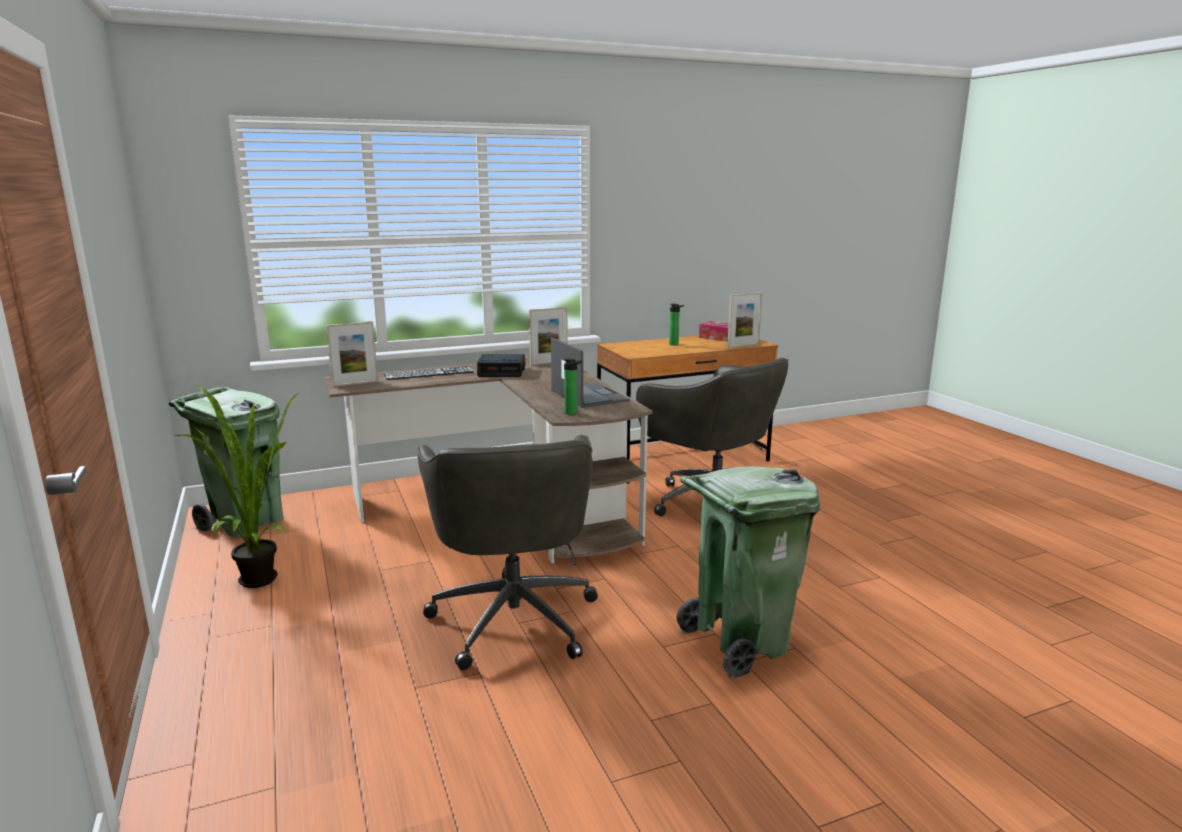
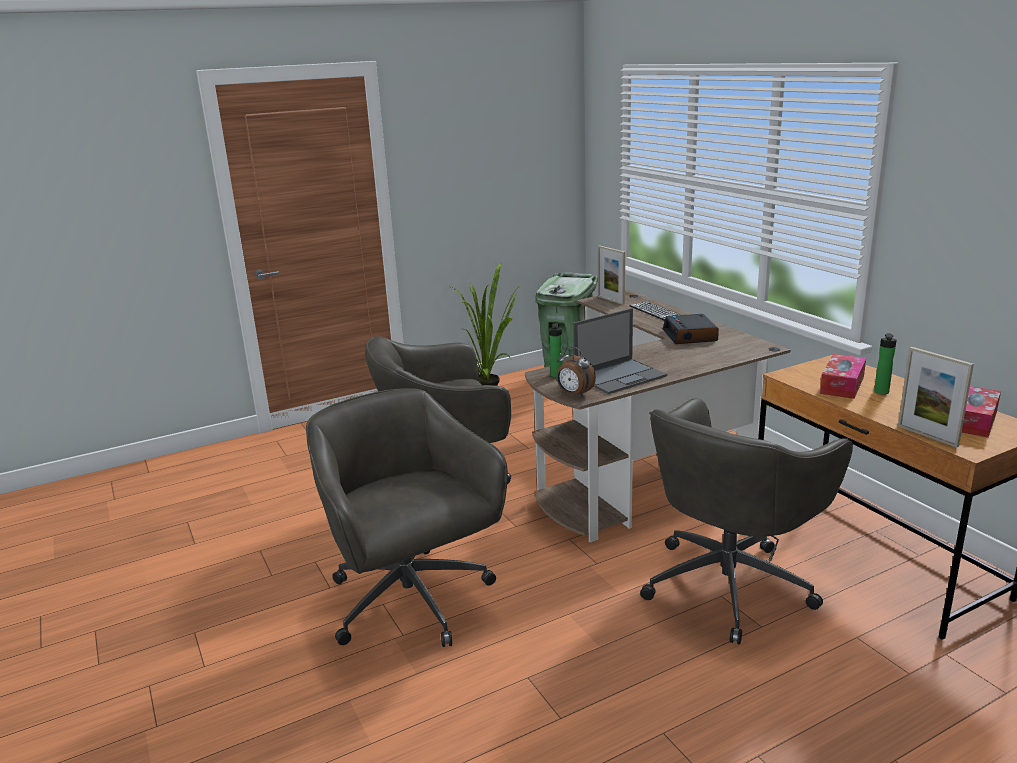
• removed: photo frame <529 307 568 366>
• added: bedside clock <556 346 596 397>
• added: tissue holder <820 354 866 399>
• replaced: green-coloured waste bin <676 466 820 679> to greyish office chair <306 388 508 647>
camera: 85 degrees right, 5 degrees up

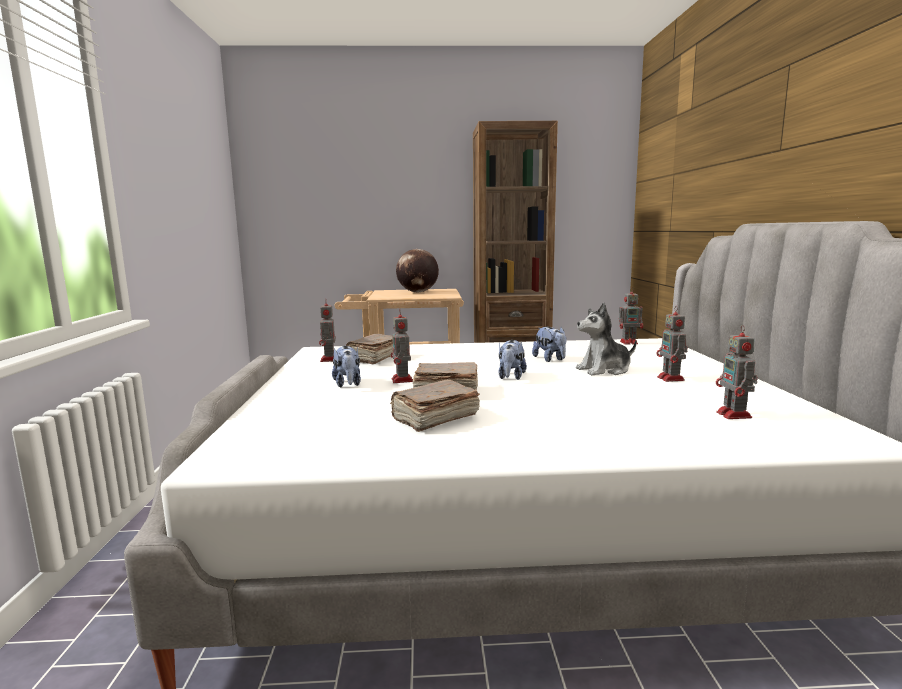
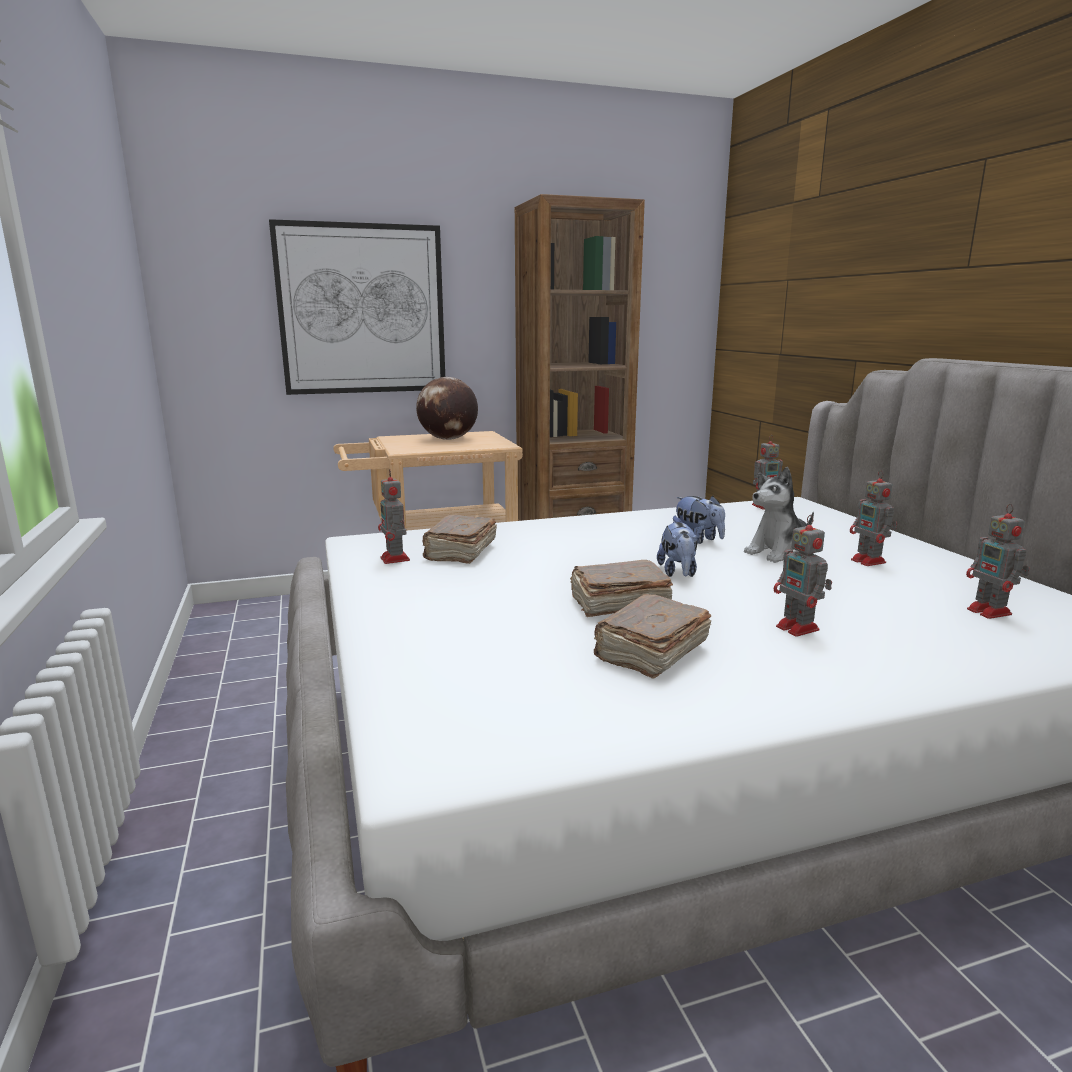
• removed: plush toy <332 346 361 388>
• added: wall picture <269 219 445 395>
• moved: model robot <391 311 413 383> to <774 515 832 637>
camera: 15 degrees left, 5 degrees up

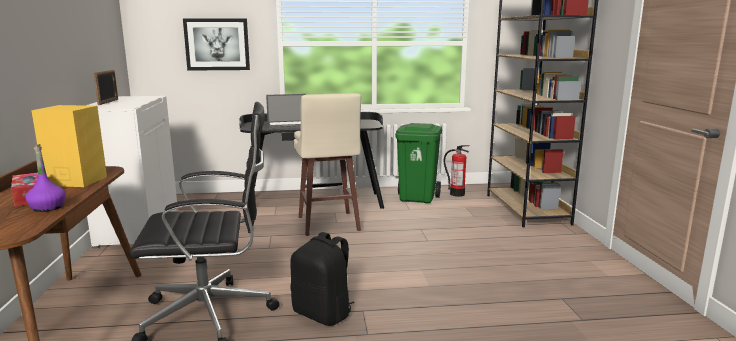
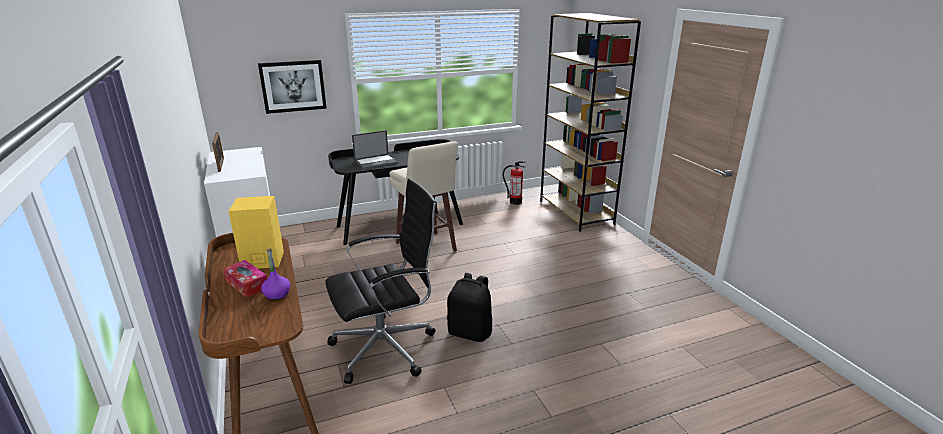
• removed: green-coloured waste bin <395 123 442 203>
camera: 15 degrees left, 10 degrees up

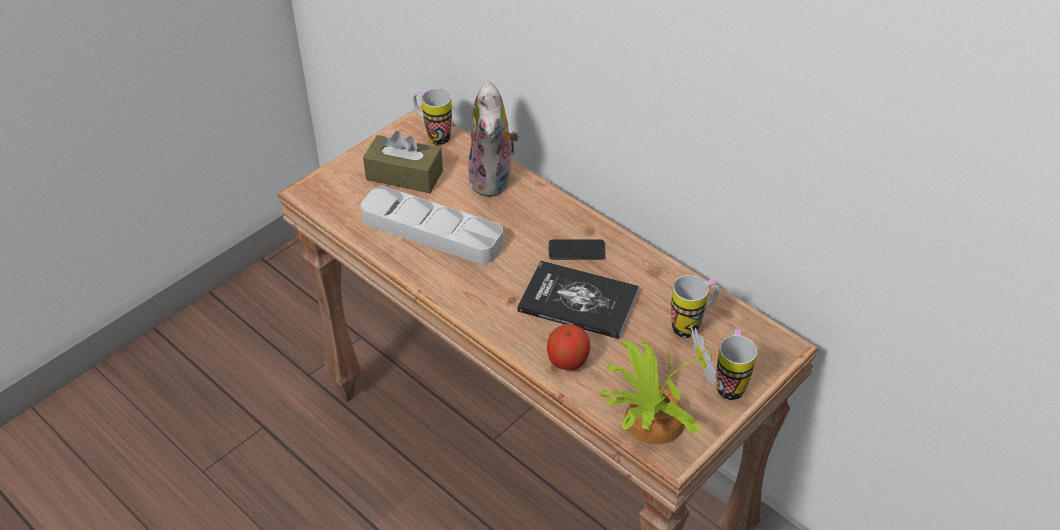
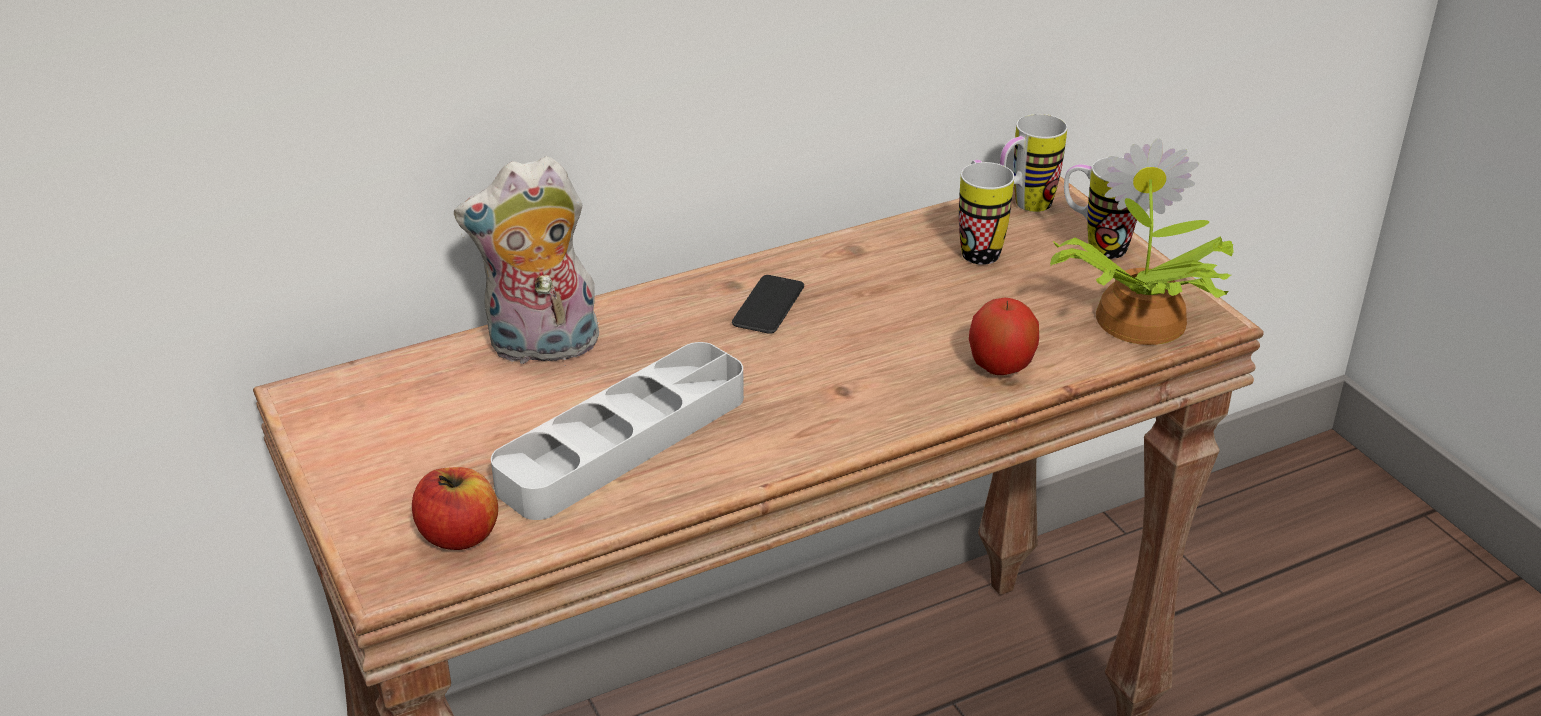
• removed: brown tissue holder <363 131 443 193>
• removed: book <517 261 639 339>
• added: whole apple <412 467 498 550>
• moved: coffee mug <413 89 452 145> to <1000 114 1067 212>
• turned: plush toy <468 81 519 197> = <454 156 599 366> 150 degrees clockwise
camera: 70 degrees left, 10 degrees down

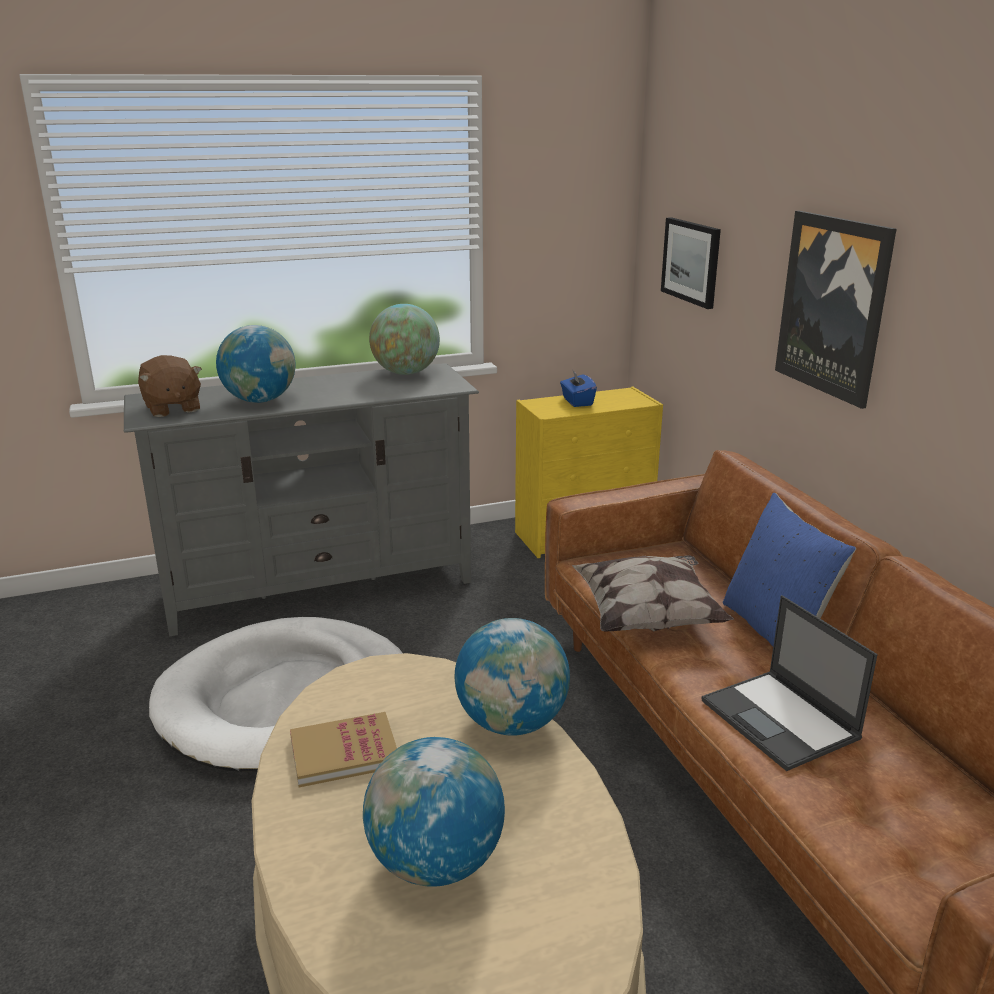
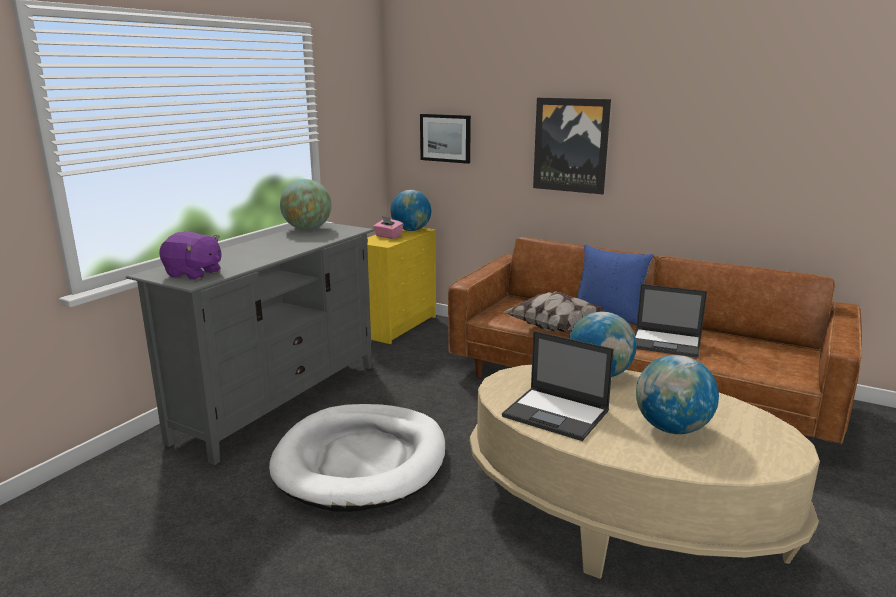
• moved: world globe <216 325 295 403> to <390 190 432 231>
• replaced: book <290 712 397 787> to laptop <502 331 614 441>
• recoloured: brown plush toy <138 355 202 417> to purple-coloured plush toy <159 232 221 280>
• recoloured: blue tissue holder <560 369 597 407> to pinkish tissue holder <373 216 403 239>
camera: 40 degrees left, 5 degrees down

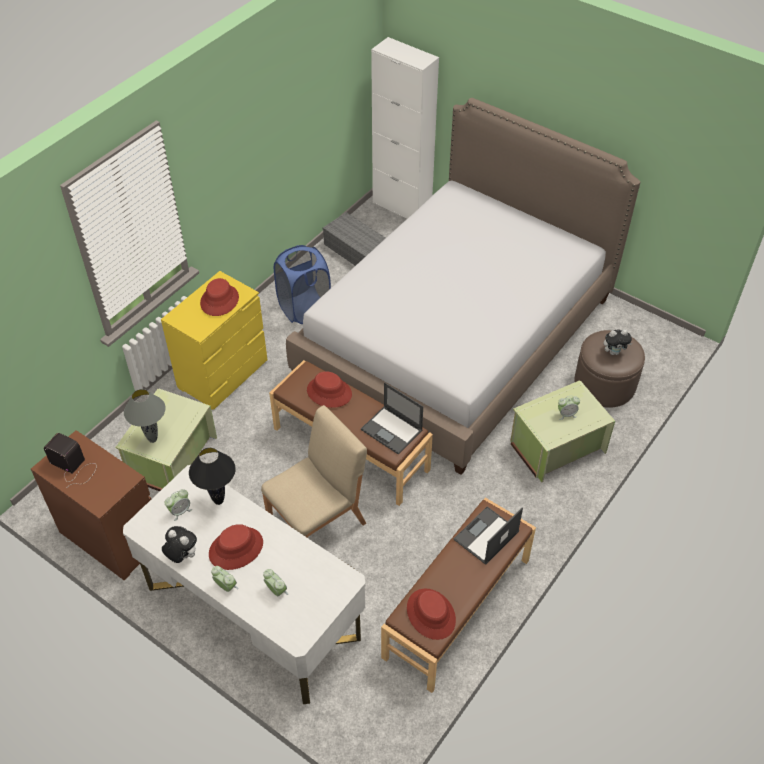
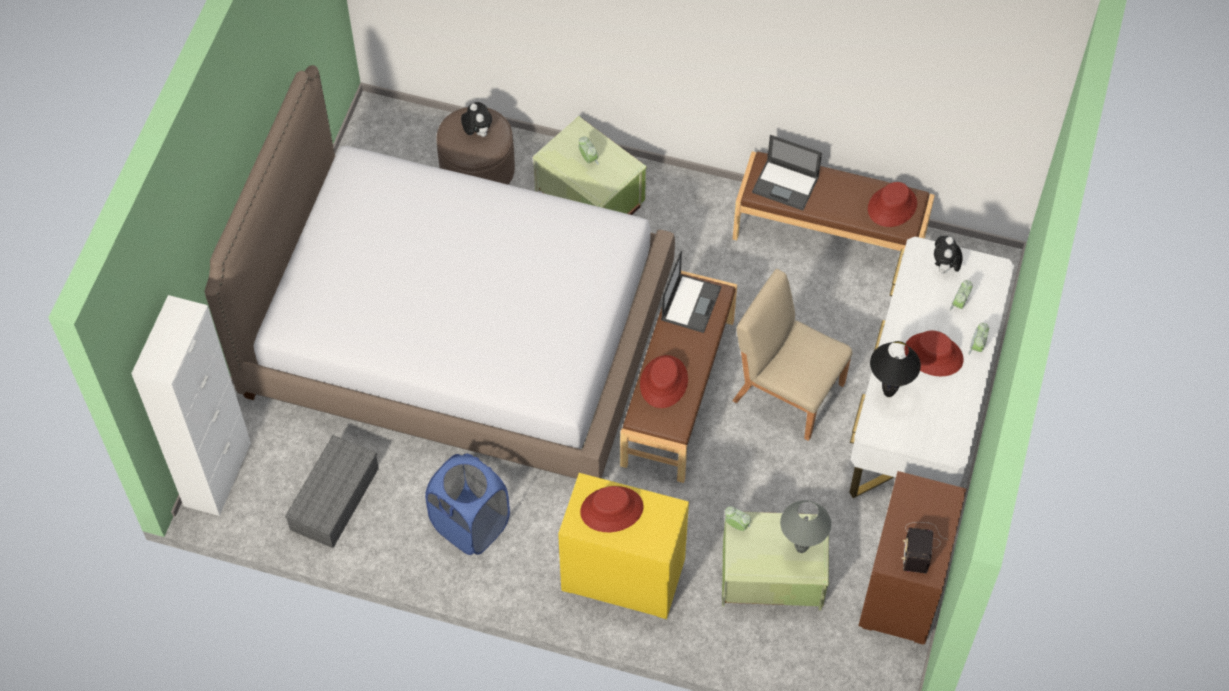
• moved: plush toy <162 526 197 563> to <934 236 963 276>
• moved: bedside clock <165 489 192 521> to <725 506 751 531>
camera: 110 degrees left, 10 degrees up

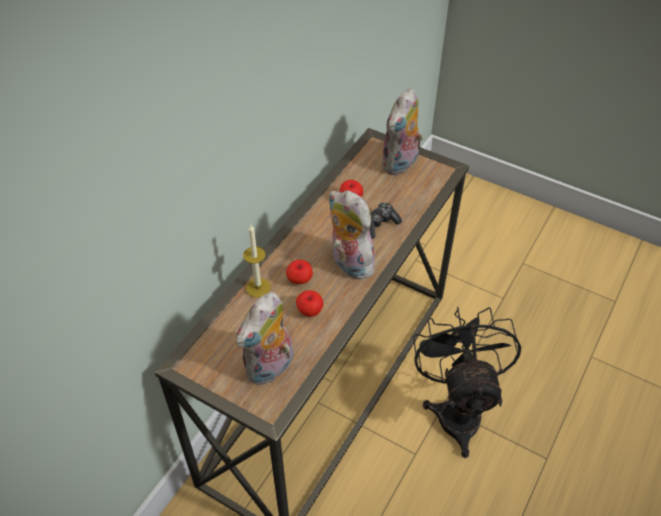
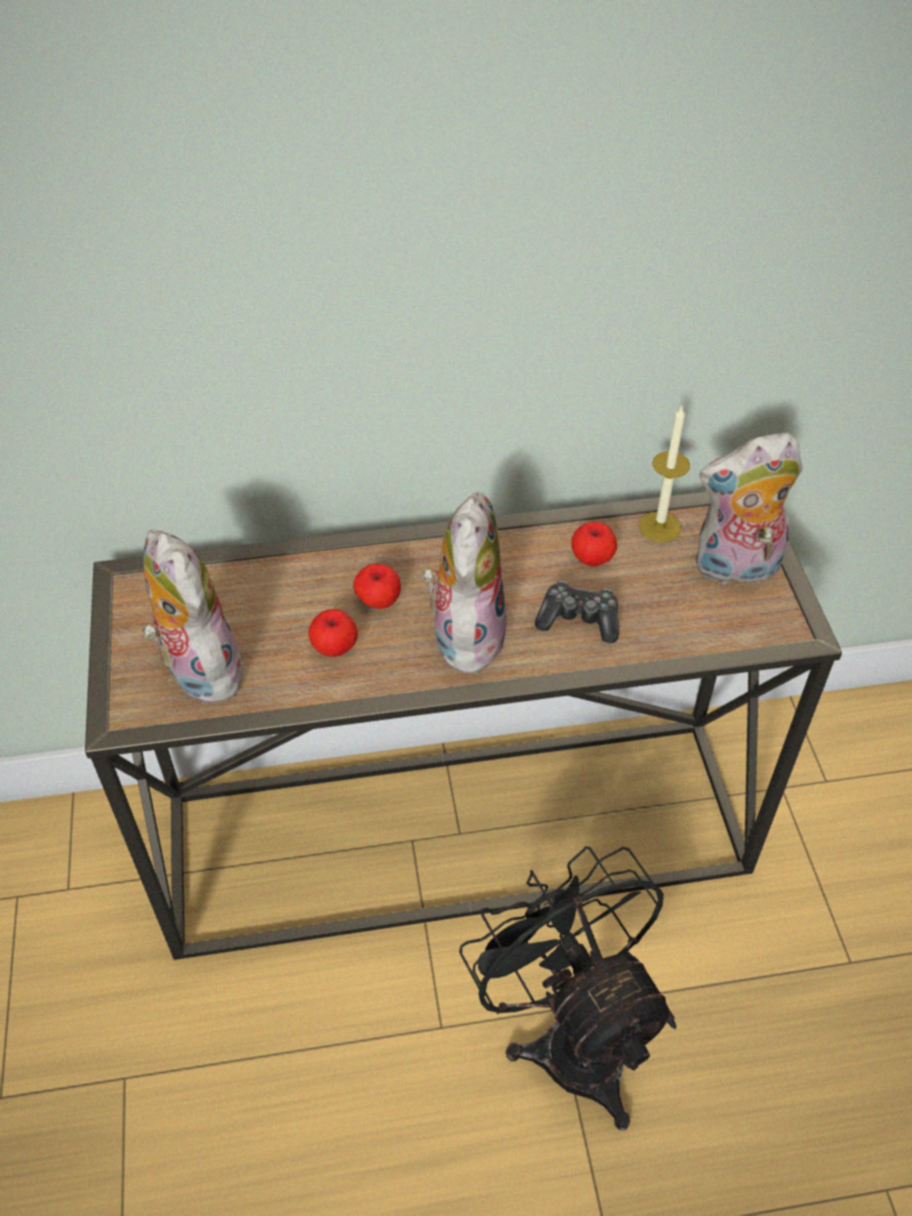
• moved: wax light <243 225 271 298> to <639 406 690 542>
• turned: plush toy <236 292 293 385> = <143 530 245 703> 60 degrees clockwise
• turned: blackish cooling fan <413 307 521 458> = <459 846 676 1130> 75 degrees counterclockwise
camera: 50 degrees right, 0 degrees up

